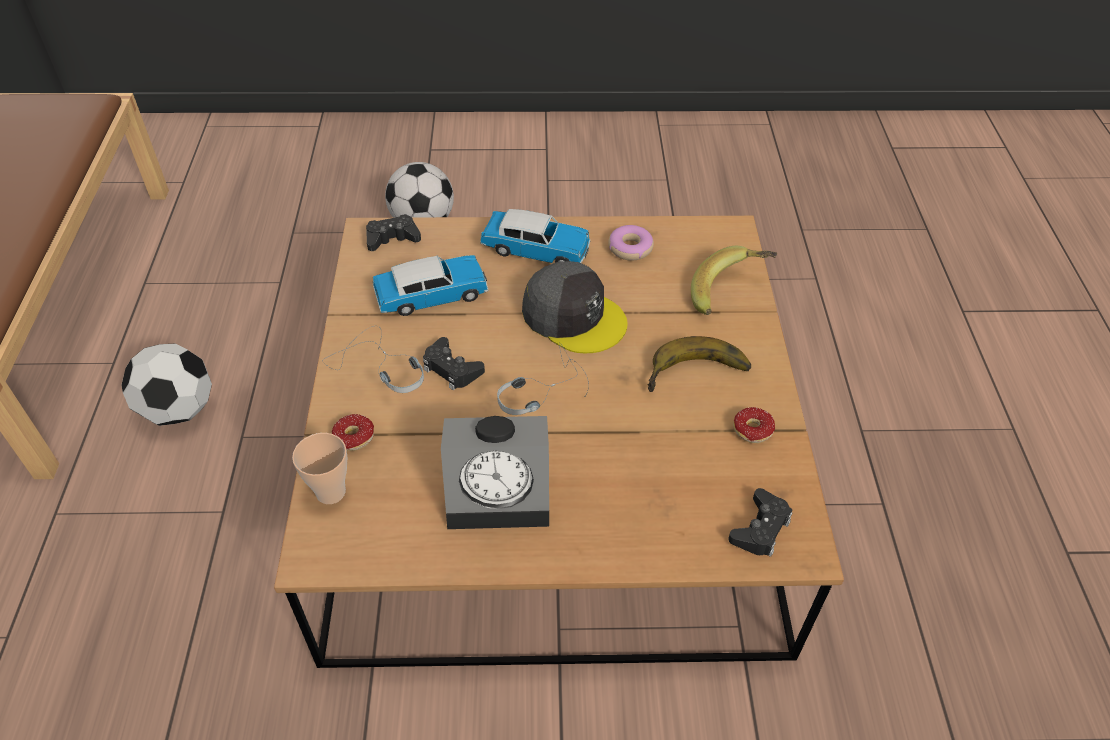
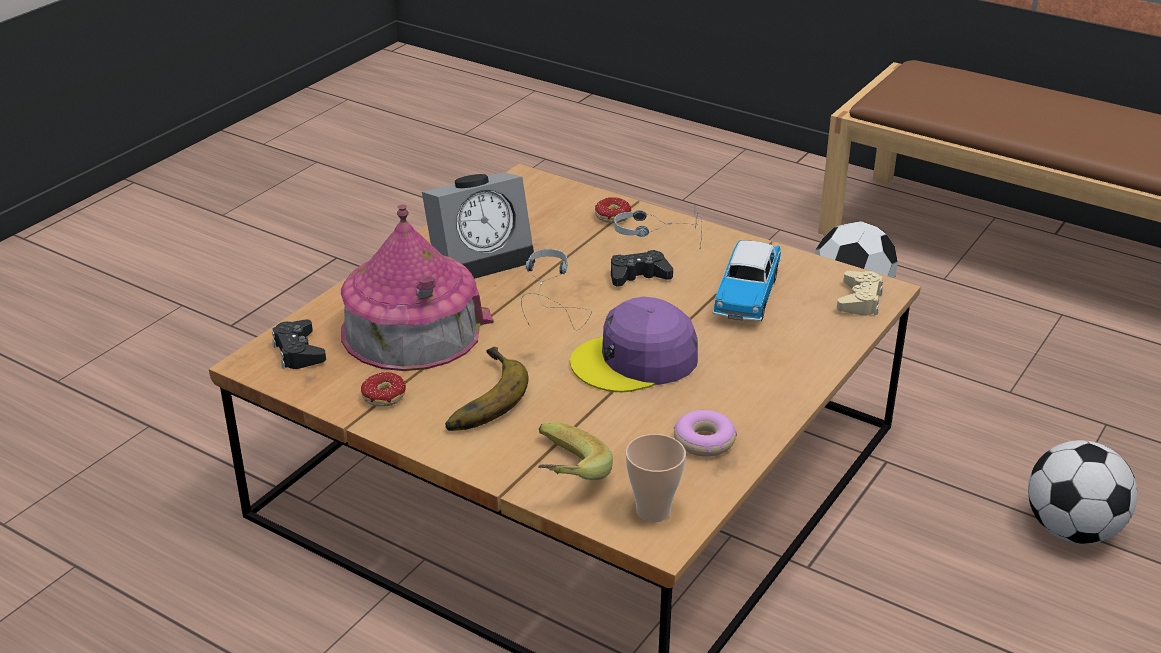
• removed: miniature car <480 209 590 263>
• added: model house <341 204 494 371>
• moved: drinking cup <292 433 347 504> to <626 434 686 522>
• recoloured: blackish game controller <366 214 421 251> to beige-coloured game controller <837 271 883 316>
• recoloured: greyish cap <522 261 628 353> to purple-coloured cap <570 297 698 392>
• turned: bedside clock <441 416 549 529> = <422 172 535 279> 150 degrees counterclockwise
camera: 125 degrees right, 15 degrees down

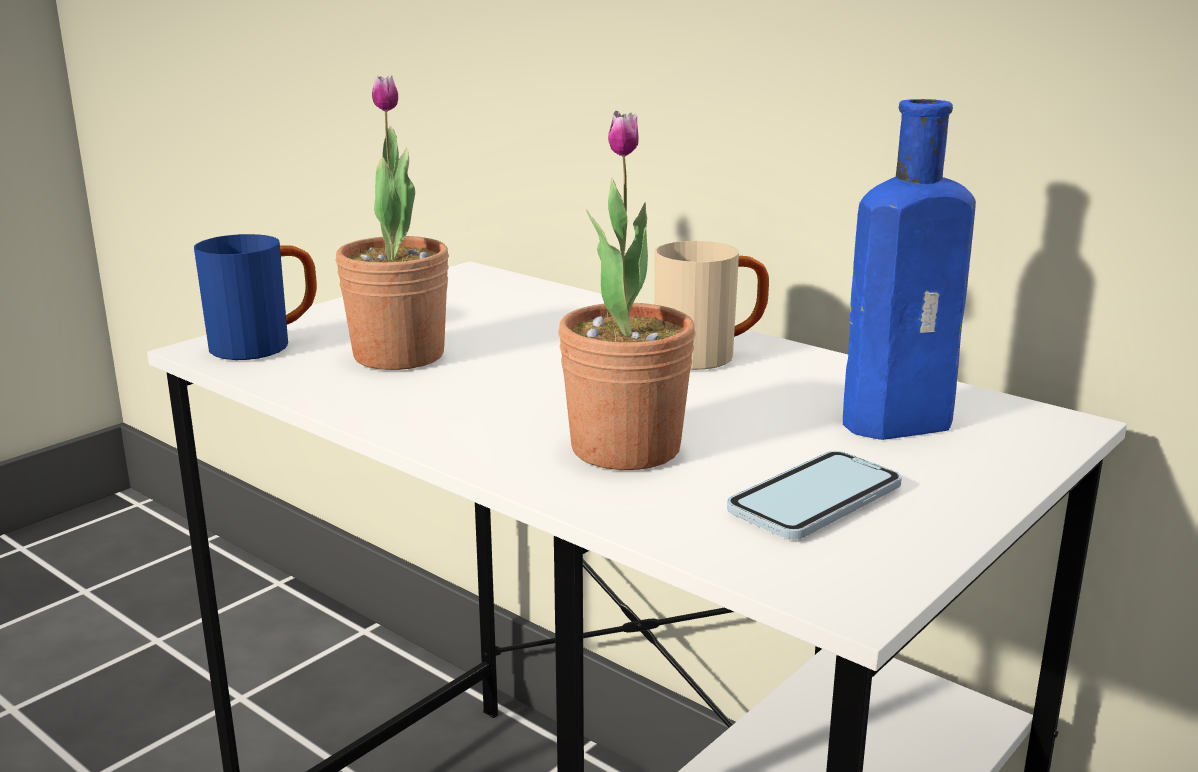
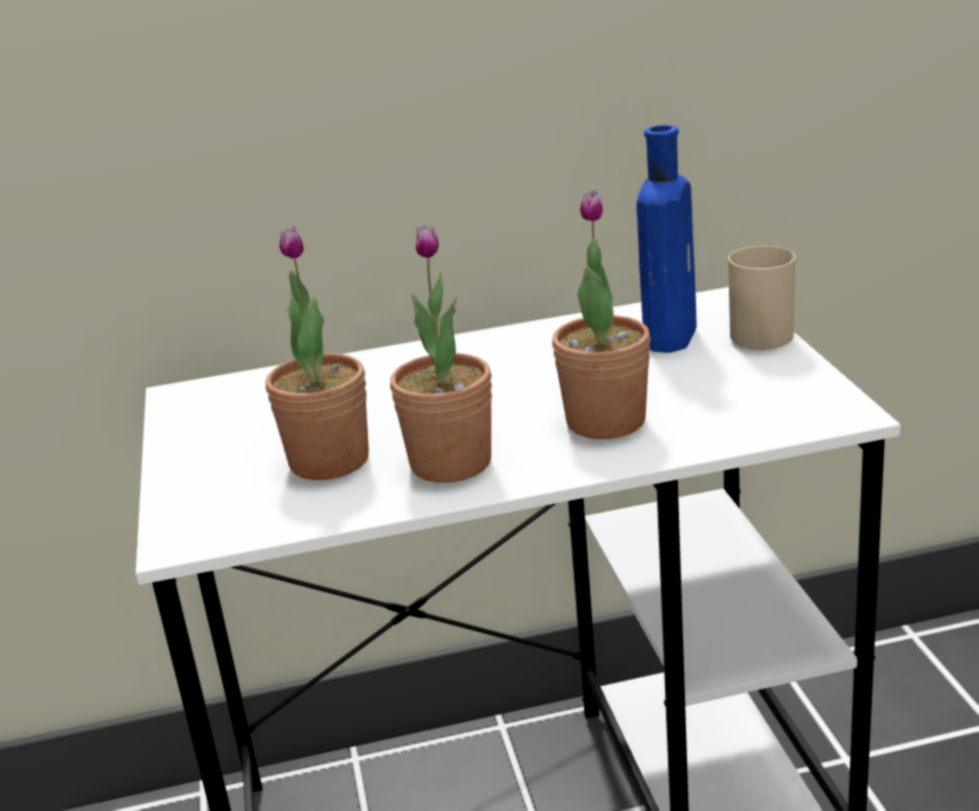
• removed: blue coffee mug <194 234 317 360>
• removed: handset <727 451 902 539>
• added: potted plant <390 225 492 483>
• moved: beige-coloured coffee mug <654 241 769 370> to <728 246 795 350>
camera: 50 degrees left, 5 degrees up

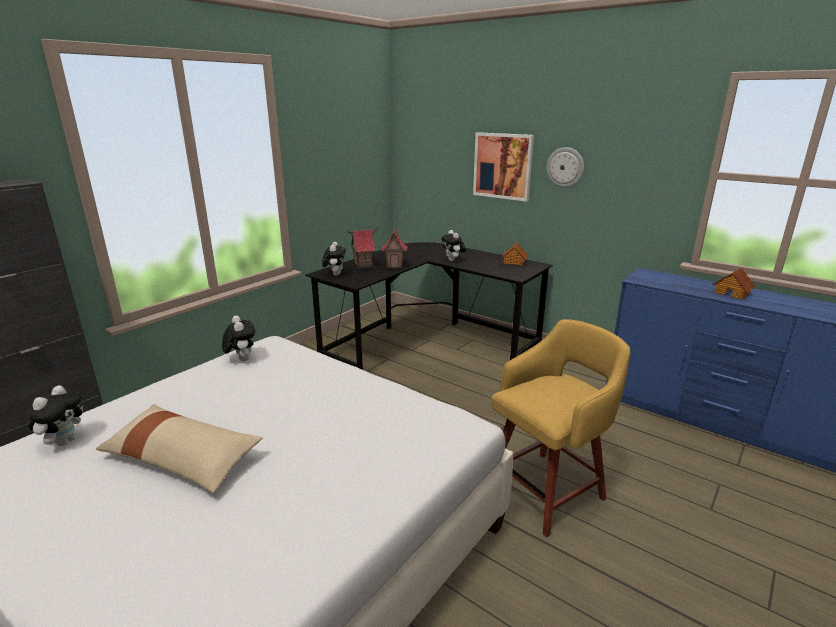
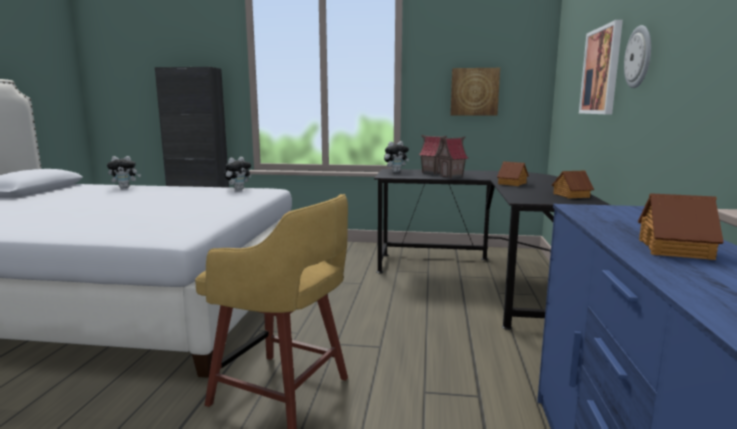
• removed: beige-coloured pillow <96 404 263 493>
• added: wall picture <451 68 500 116>
• replaced: plush toy <441 230 466 262> to model house <497 161 529 186>
camera: 60 degrees right, 10 degrees down

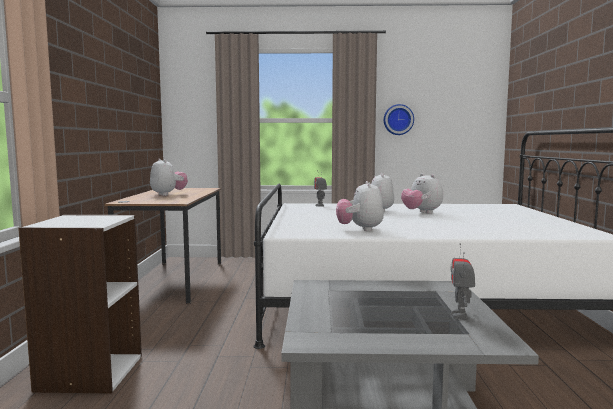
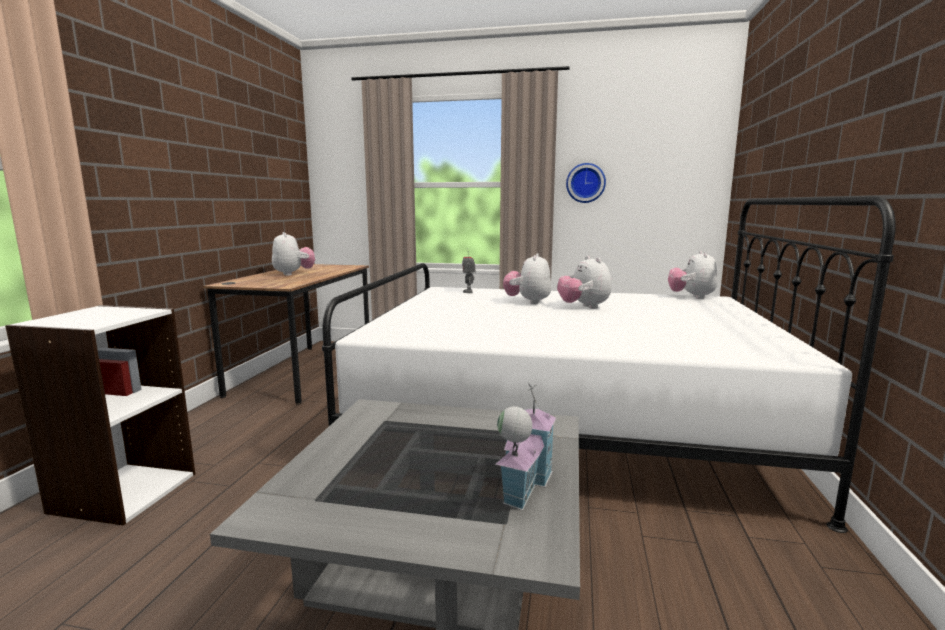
• moved: plush toy <336 181 384 231> to <668 251 717 299>
• replaced: model robot <450 243 475 320> to model house <495 383 556 510>
camera: 10 degrees right, 5 degrees up

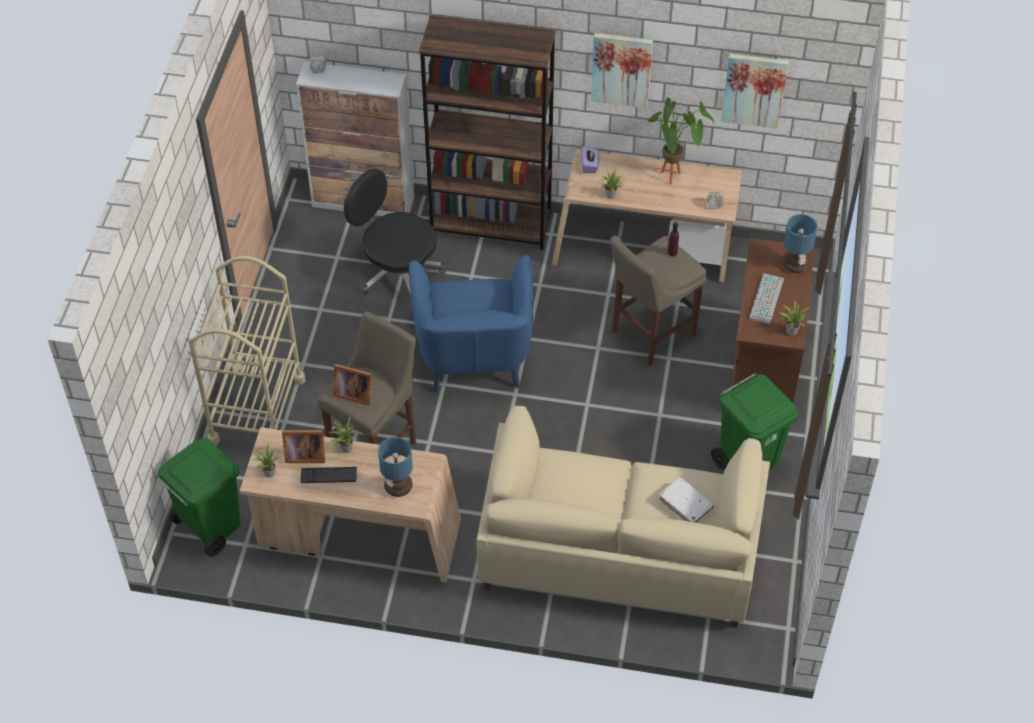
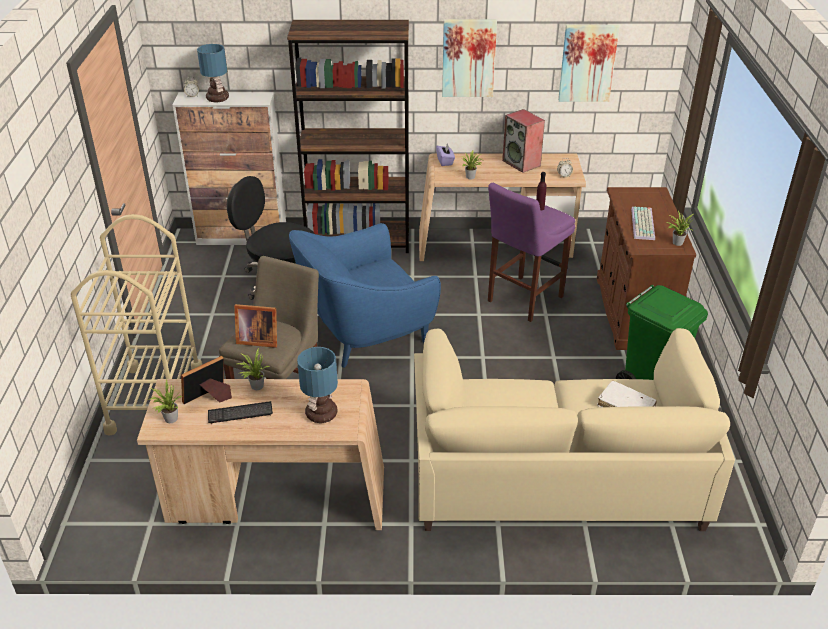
• removed: green-coloured waste bin <155 438 241 557>
• moved: lamp for a table <783 214 818 273> to <197 44 229 102>
• replaced: potted plant <648 98 714 185> to audio speaker <502 109 545 173>
• recoloured: beige-coloured stool seat <610 236 707 366> to purple-coloured stool seat <488 183 575 322>
• turned: photo frame <282 430 325 463> = <181 356 232 404> 150 degrees clockwise
• turned: blue armchair <409 255 533 393> = <289 223 441 368> 75 degrees clockwise
camera: 10 degrees left, 15 degrees down

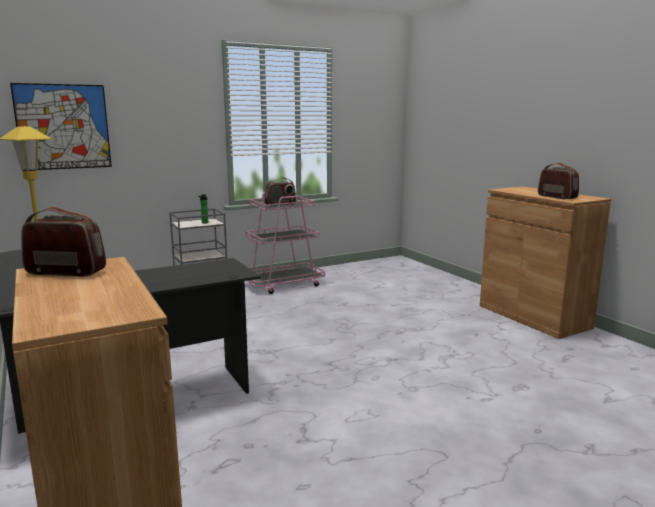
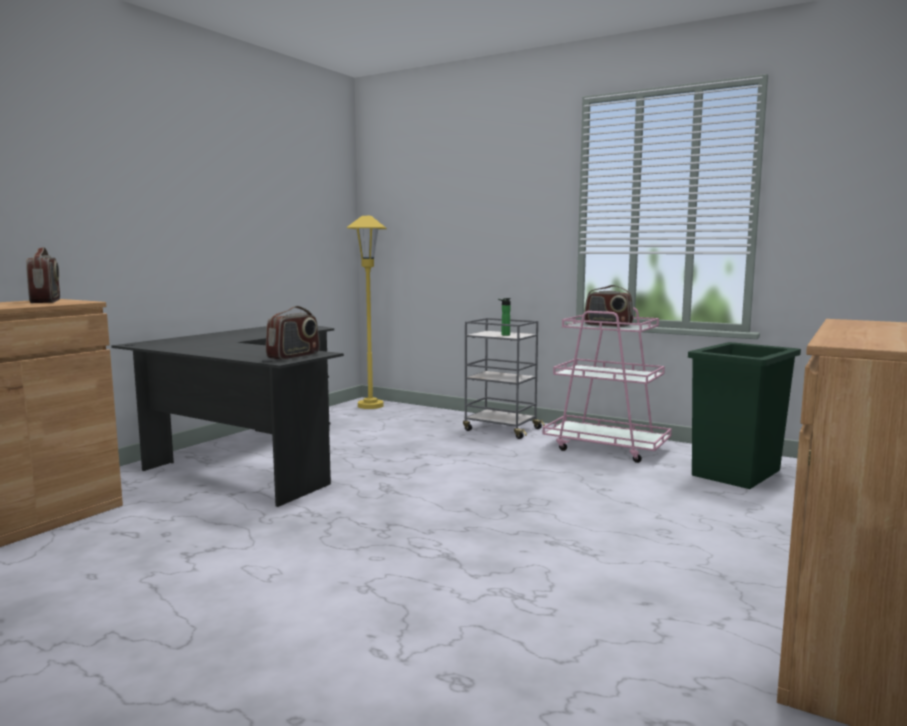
• removed: wall picture <10 83 112 170>
• added: green-coloured waste bin <688 342 801 489>
• moved: radio set <538 162 579 199> to <266 306 320 360>
camera: 60 degrees right, 5 degrees down

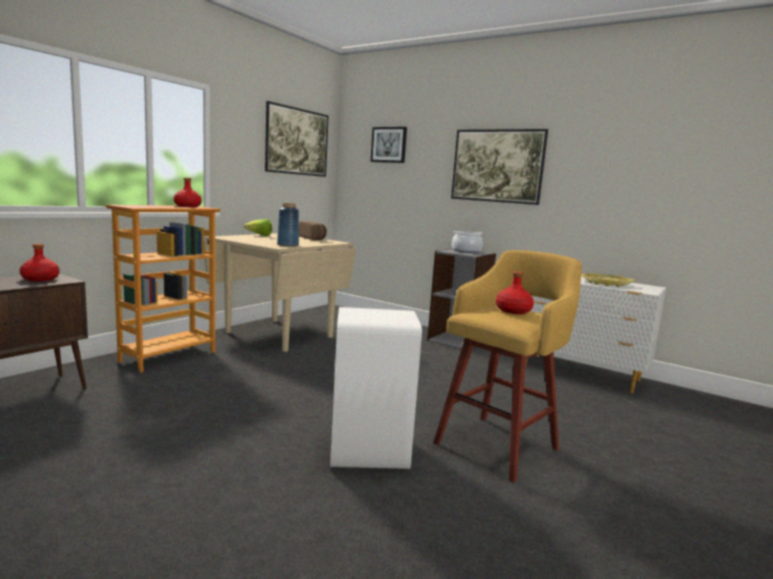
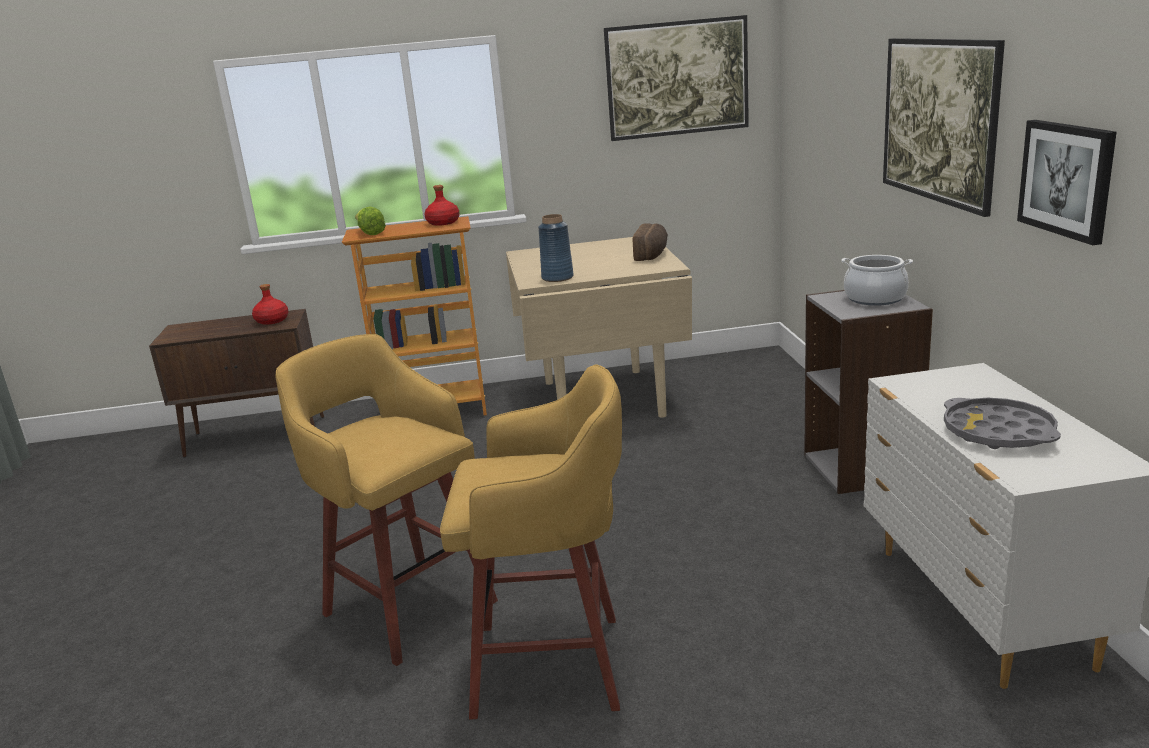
• removed: reddish beverage bottle <496 271 534 314>
• moved: lettuce <244 219 272 236> to <355 206 386 235>
• moved: wall picture <371 127 407 163> to <1017 120 1117 245>
• replaced: whitish waste bin <330 307 422 469> to yellow stool seat <275 334 498 666>
• recoloured: yellow serving tray <581 273 636 287> to greyish serving tray <944 398 1061 449>
camera: 50 degrees right, 10 degrees up

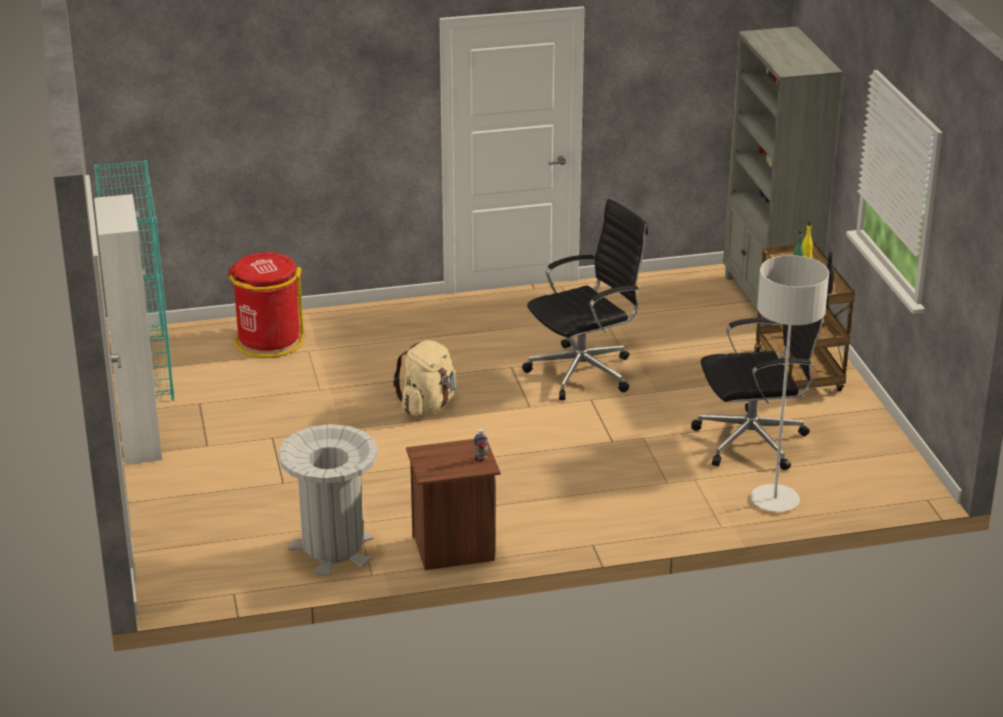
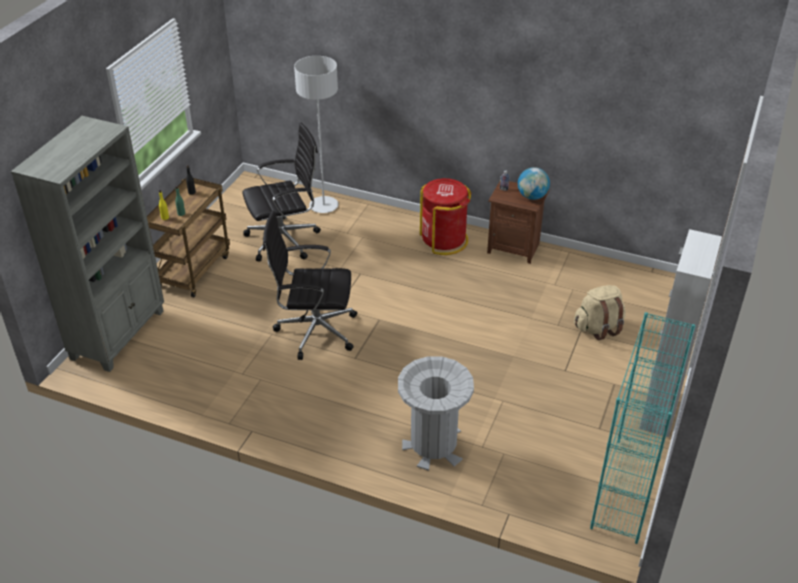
• added: world globe <518 167 550 200>
• moved: reddish waste bin <228 252 304 358> to <420 178 471 255>
• moved: greyish waste bin <278 424 378 576> to <398 356 474 471>
• moved: beige-coloured rucksack <393 340 456 416> to <574 285 625 340>
• turned: blackish office chair <691 295 828 470> = <242 123 321 261> 135 degrees clockwise
camera: 145 degrees left, 10 degrees up

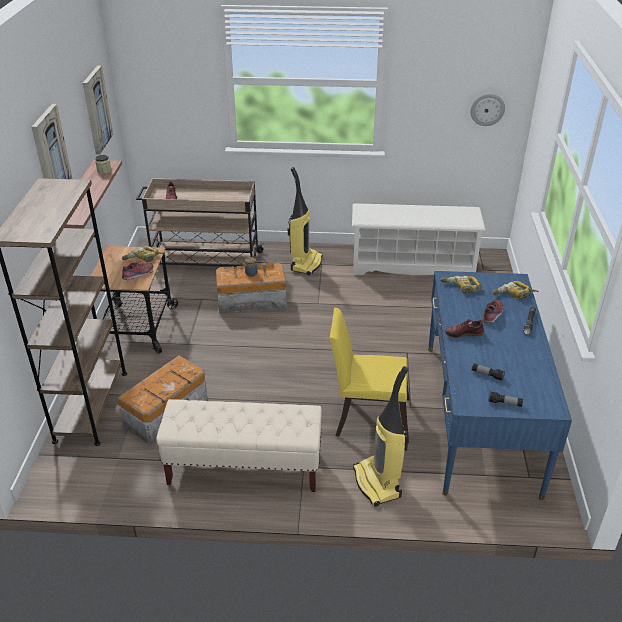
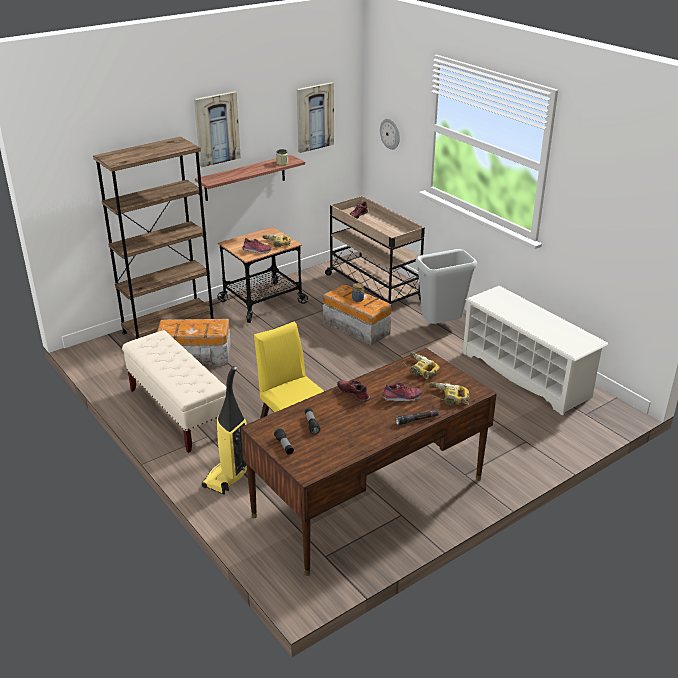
• moved: clock on the wall <470 94 505 126> to <380 119 400 150>
• replaced: vacuum <288 167 323 276> to greyish waste bin <415 249 477 324>
• recoloured: blue desk table <428 271 572 500> to brown desk table <240 348 496 576>
camera: 50 degrees right, 5 degrees down

